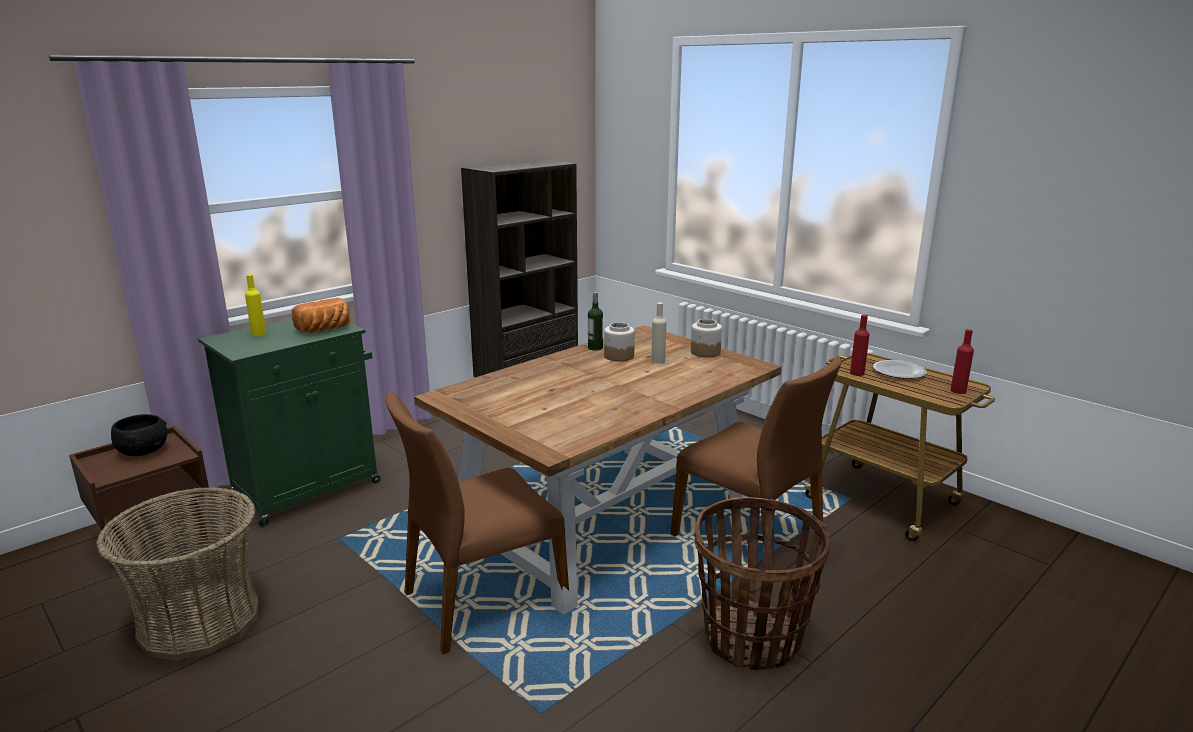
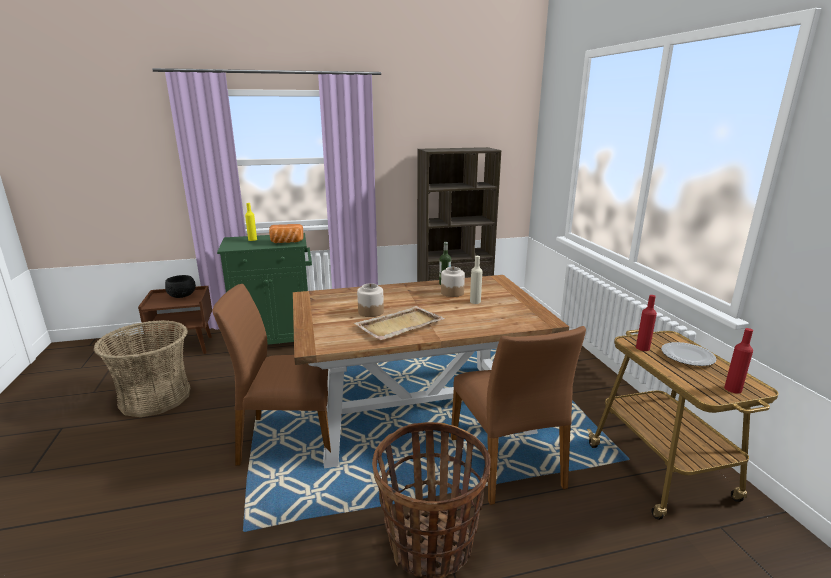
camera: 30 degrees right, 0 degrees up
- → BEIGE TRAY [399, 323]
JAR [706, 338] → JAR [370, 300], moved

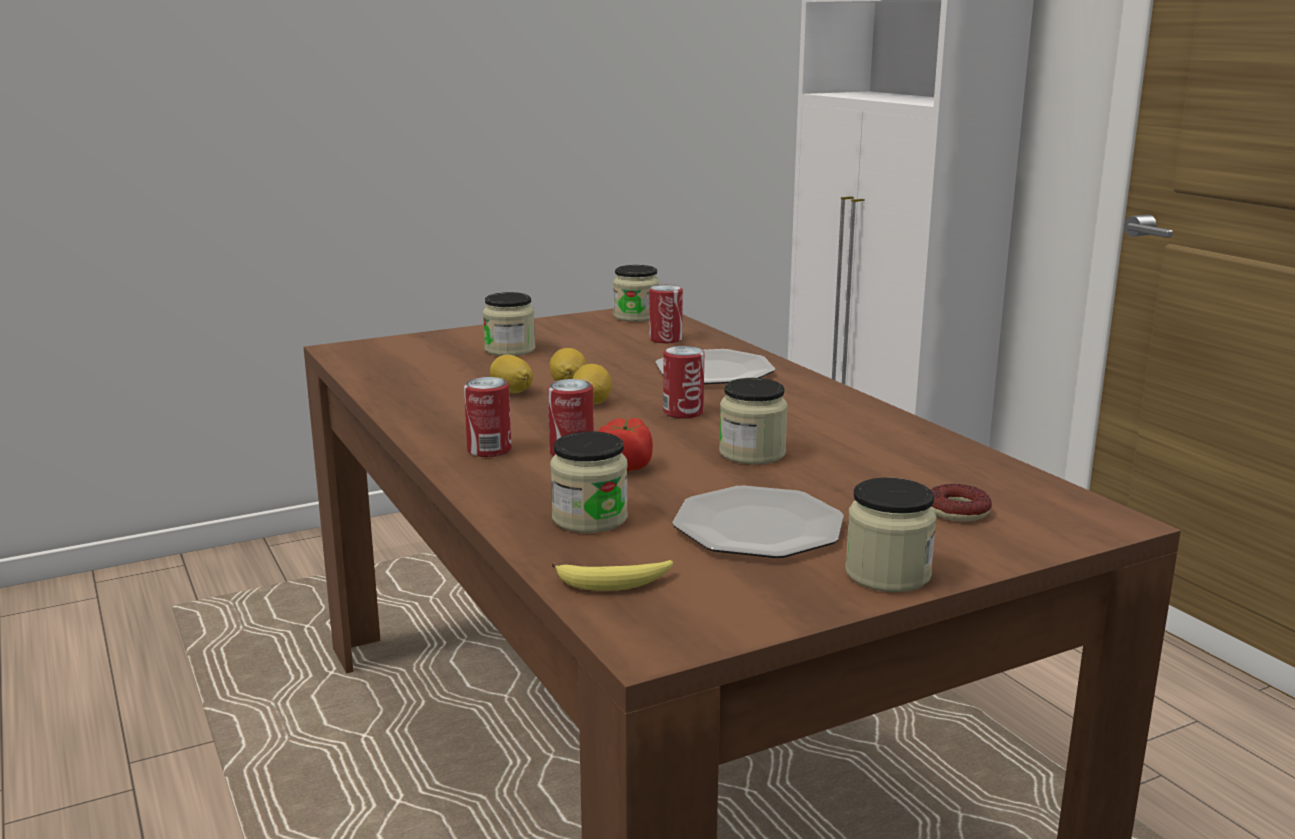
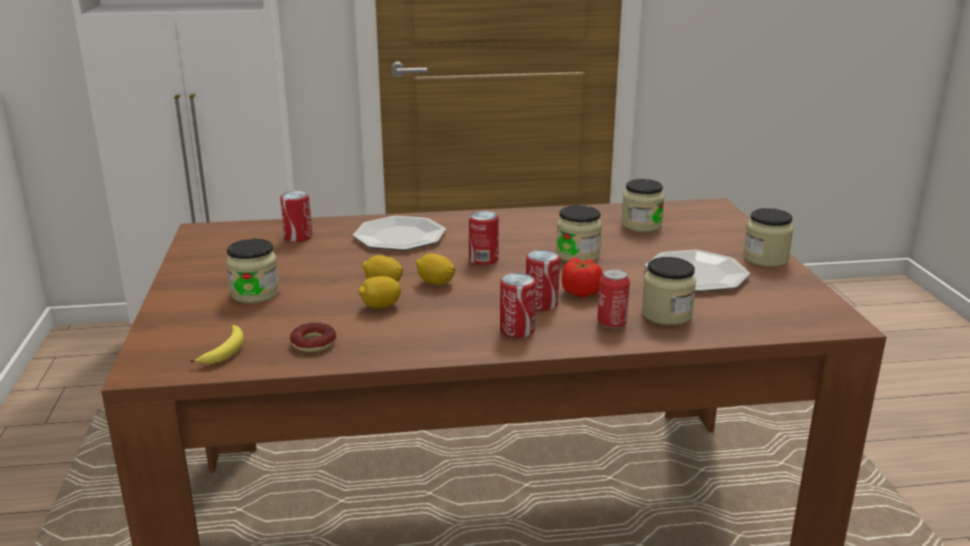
camera: 70 degrees left, 5 degrees up
BANANA [612, 575] → BANANA [217, 344], moved
DONUT [961, 503] → DONUT [313, 337], moved
- → CAN [613, 299]
JAR [636, 293] → JAR [642, 205], moved

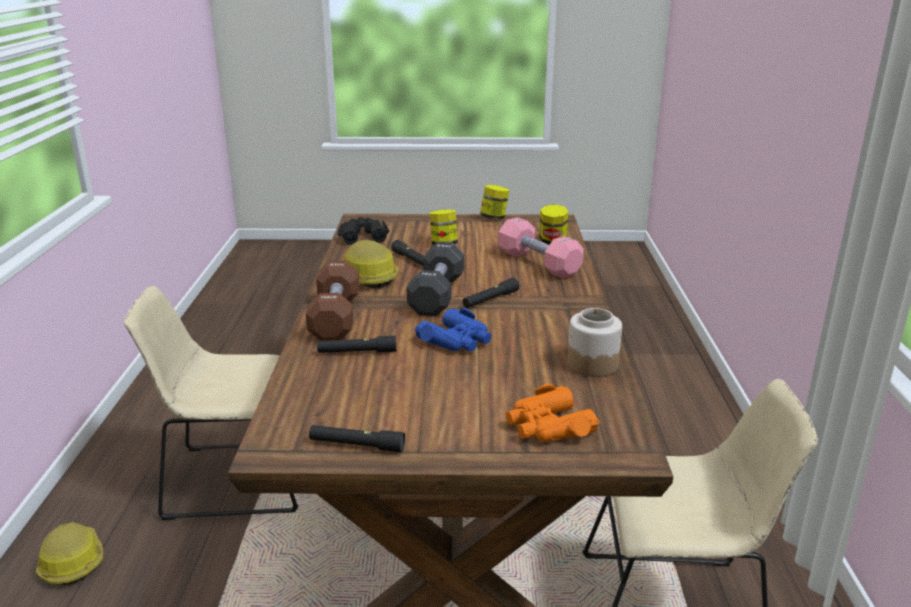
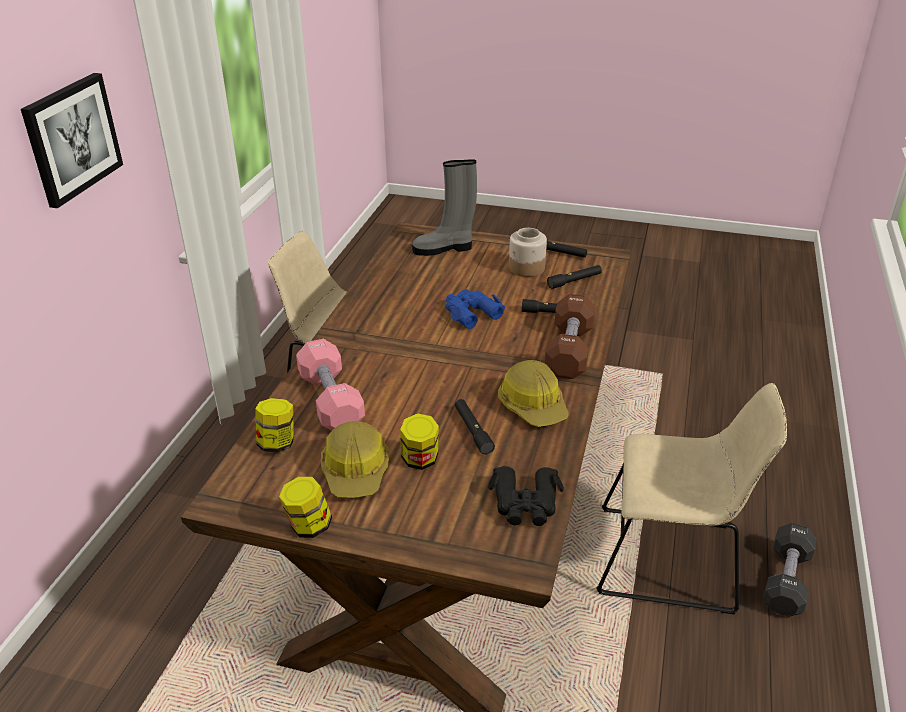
camera: 165 degrees left, 10 degrees up
- → PICTURE [72, 140]
HARD HAT [69, 553] → HARD HAT [355, 459], moved
ORANGE BINOCULARS [552, 413] → GREY BOOT [444, 207]
JAR [594, 342] → JAR [528, 252], moved
BLACK FLASHLIGHT [491, 293] → BLACK FLASHLIGHT [574, 277], moved
BLACK DUMBBELL [435, 279] → BLACK DUMBBELL [790, 570], moved

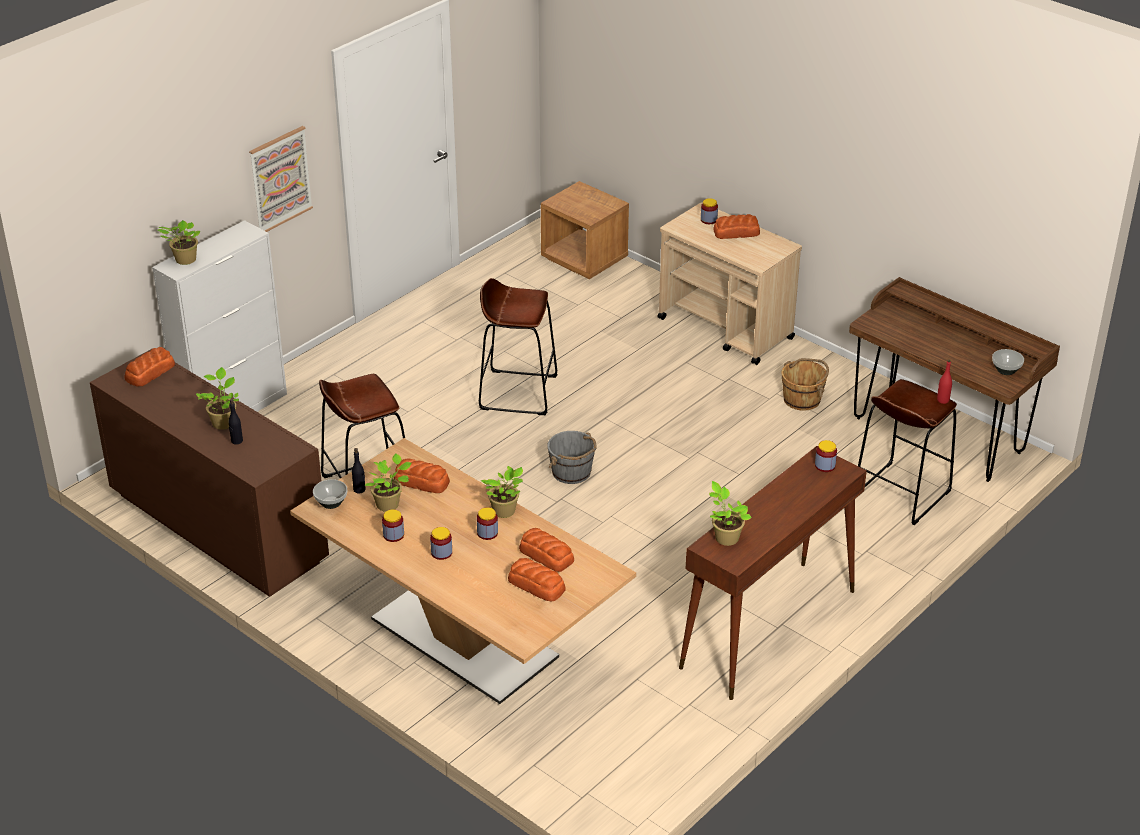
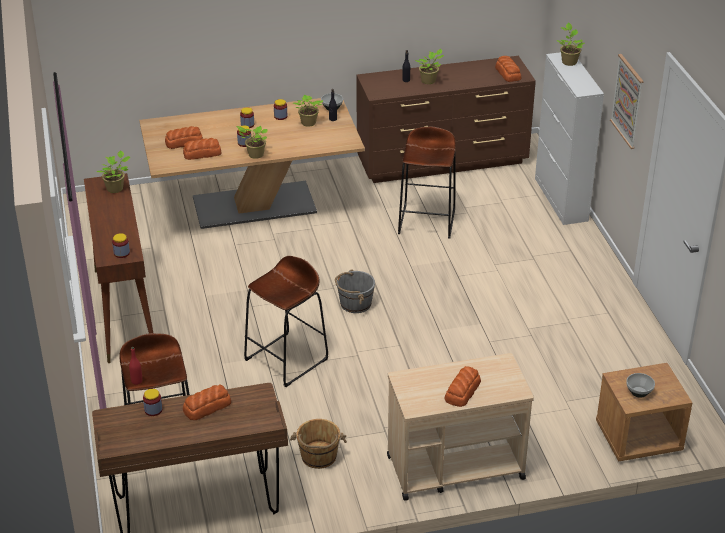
camera: 125 degrees right, 0 degrees up
JAR [709, 211] → JAR [152, 402], moved
BREAD [422, 476] → BREAD [207, 402], moved
BROWN STOOL [518, 346] → BROWN STOOL [286, 321], moved
BOWL [1008, 362] → BOWL [640, 385], moved

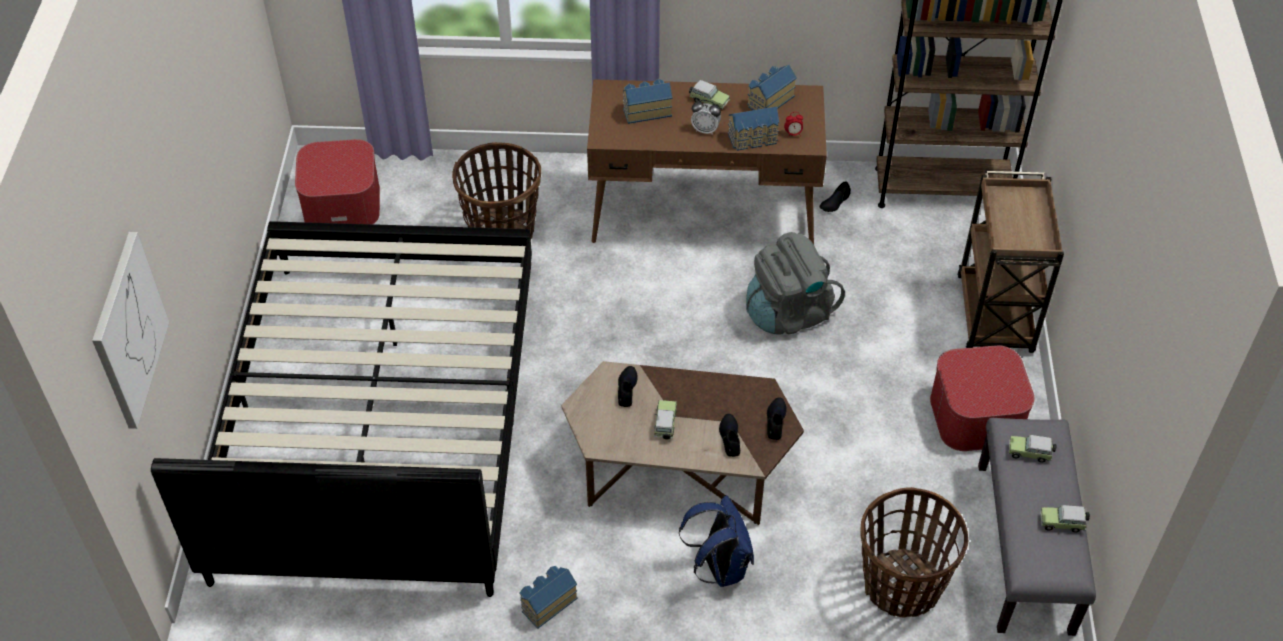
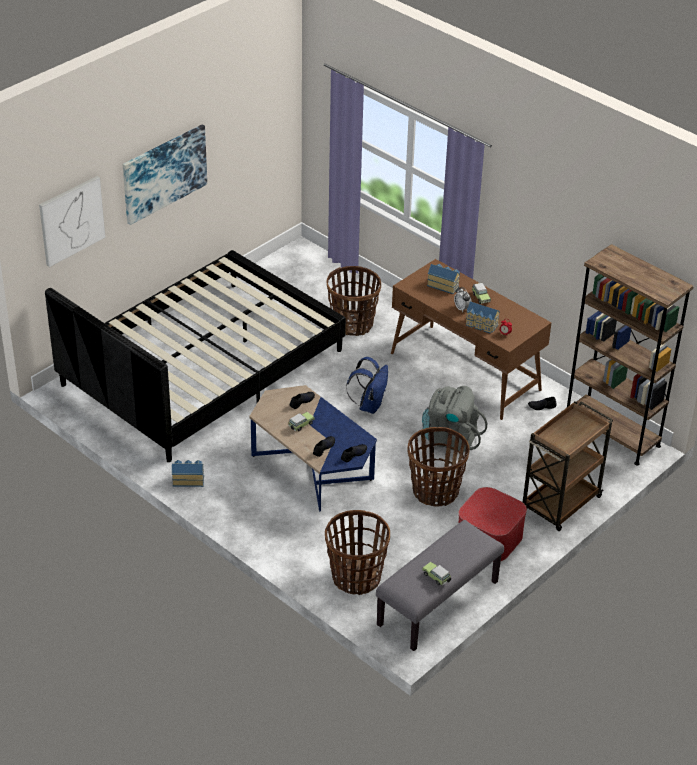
camera: 40 degrees right, 10 degrees down
- → PICTURE [165, 175]
BROWN COFFEE TABLE [682, 443] → BLUE COFFEE TABLE [313, 448]
BLUE BACKPACK [716, 541] → BLUE BACKPACK [367, 385], moved
- → BASKET [438, 466]
OTTOMAN [337, 181] → -
TOY HOUSE [772, 87] → -
TOY CAR [1033, 449] → -

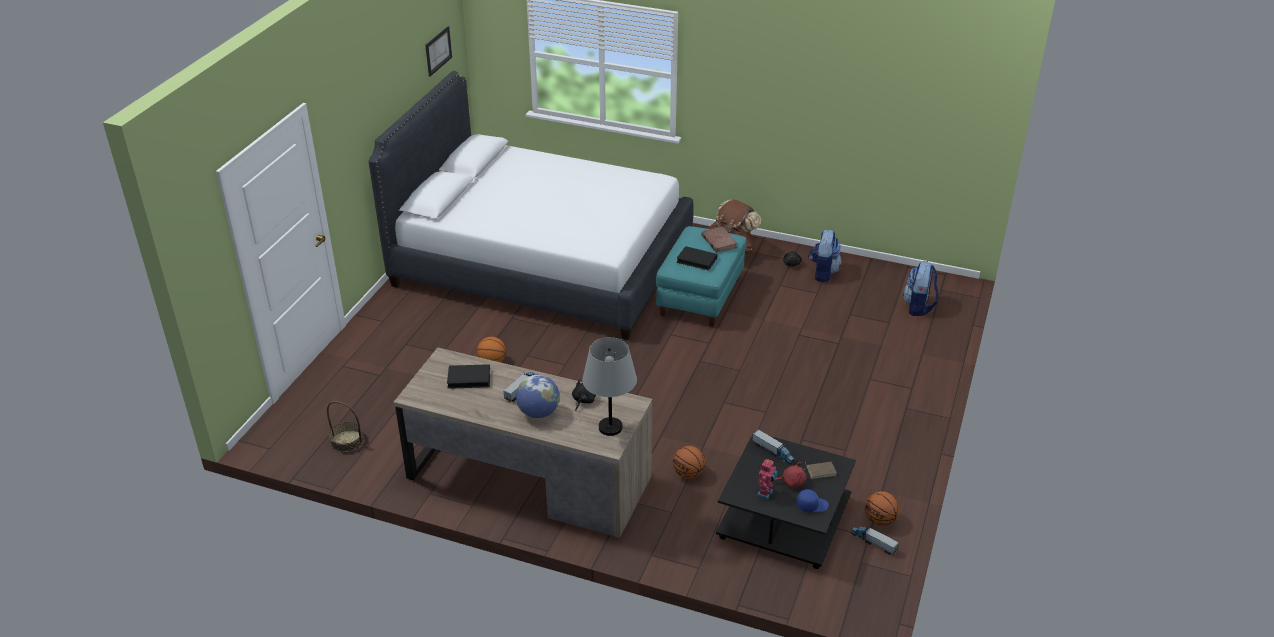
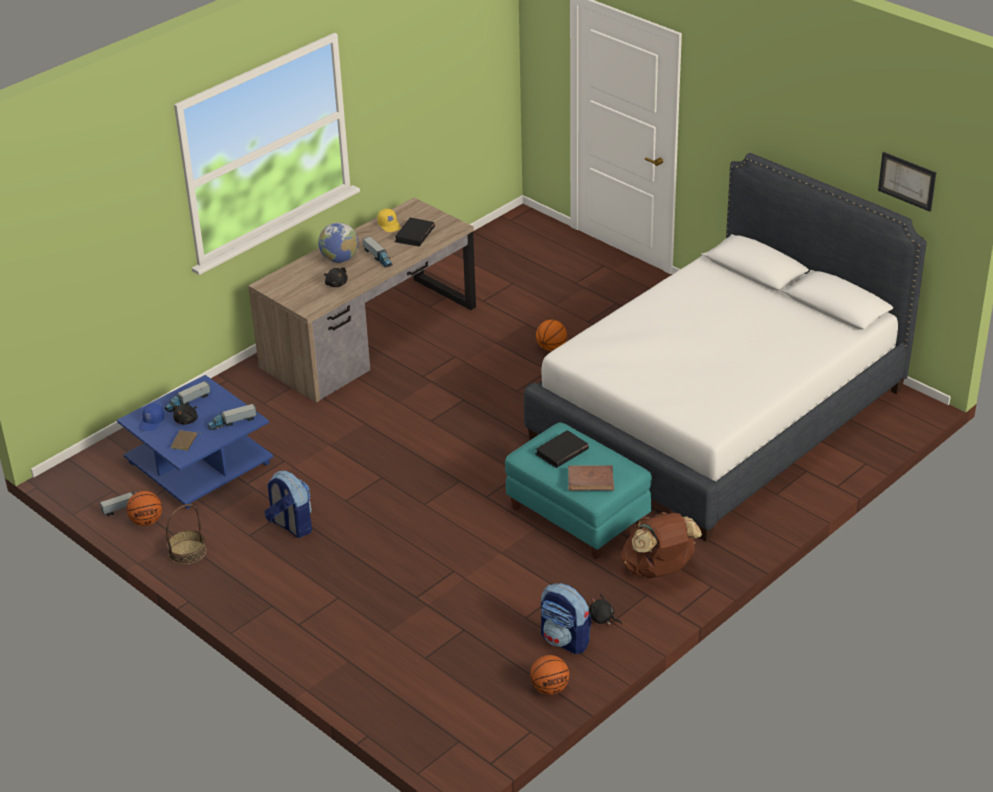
camera: 115 degrees right, 0 degrees up
BLACK COFFEE TABLE [786, 500] → BLUE COFFEE TABLE [195, 442]
TOY ROBOT [767, 479] → TOY TRUCK [188, 396]
BASKET [345, 427] → BASKET [186, 534], moved
RED PLUSH TOY [790, 475] → BLACK PLUSH TOY [185, 414]
BACKPACK [920, 288] → BACKPACK [288, 504], moved
- → YELLOW CAP [389, 220]
BASKETBALL [689, 462] → BASKETBALL [549, 675], moved
GREY TABLE LAMP [609, 386] → -

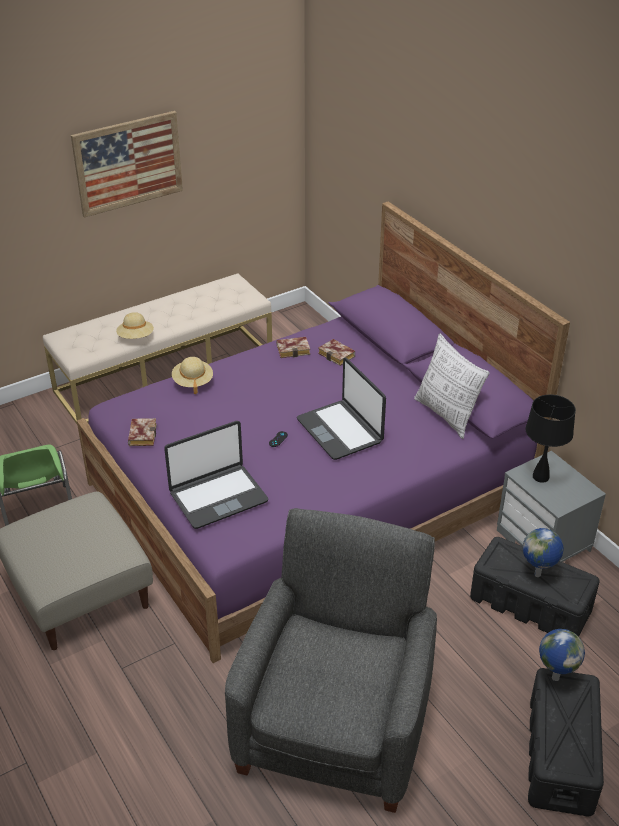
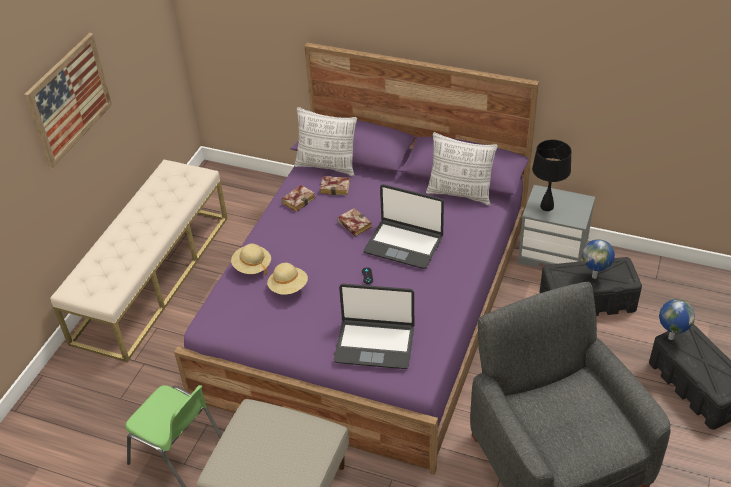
camera: 35 degrees left, 5 degrees up
BEIGE HAT [135, 325] → BEIGE HAT [287, 279], moved
- → PILLOW [325, 142]
LAPTOP [216, 475] → LAPTOP [374, 326], 75 degrees clockwise
BOOK [142, 432] → BOOK [355, 222], moved

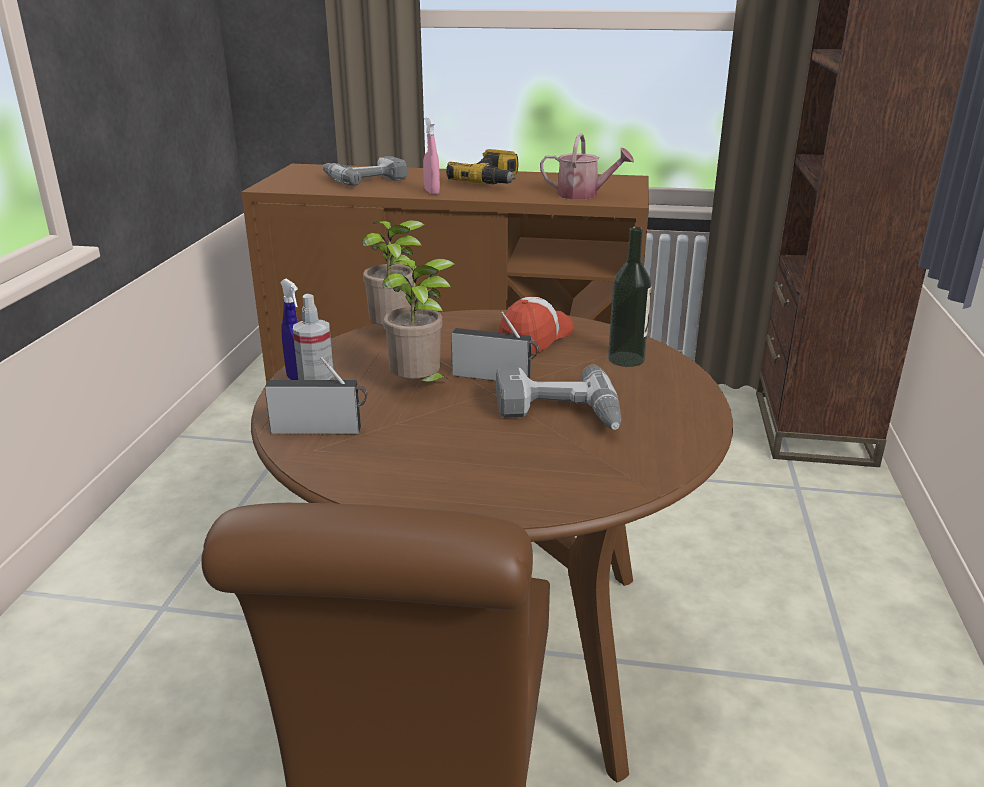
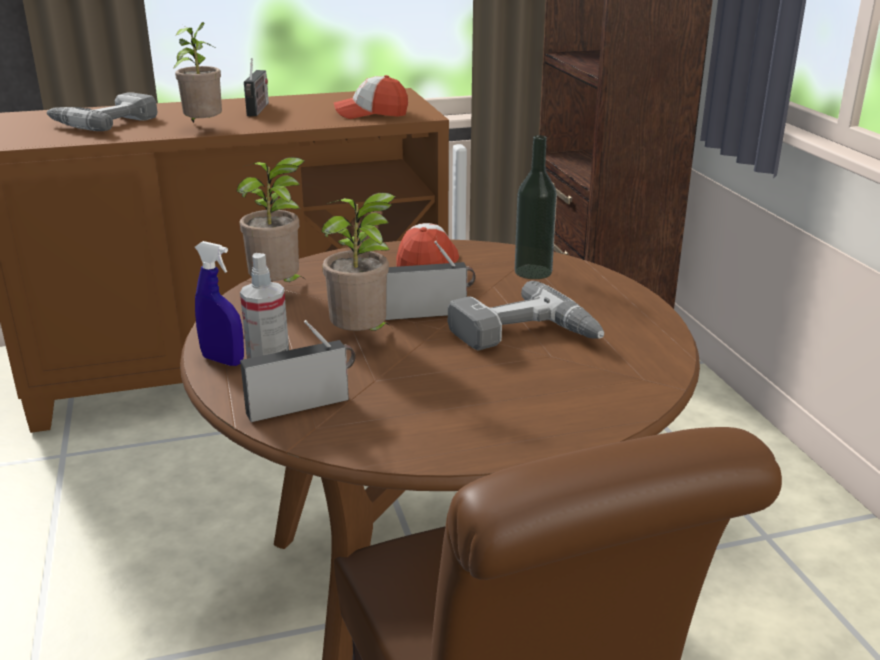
camera: 25 degrees left, 0 degrees up
PINK SPRAY BOTTLE [431, 156] → POTTED PLANT [197, 72]
POWER DRILL [482, 166] → RADIO [256, 87]
WATERING CAN [587, 166] → CAP [371, 97]

